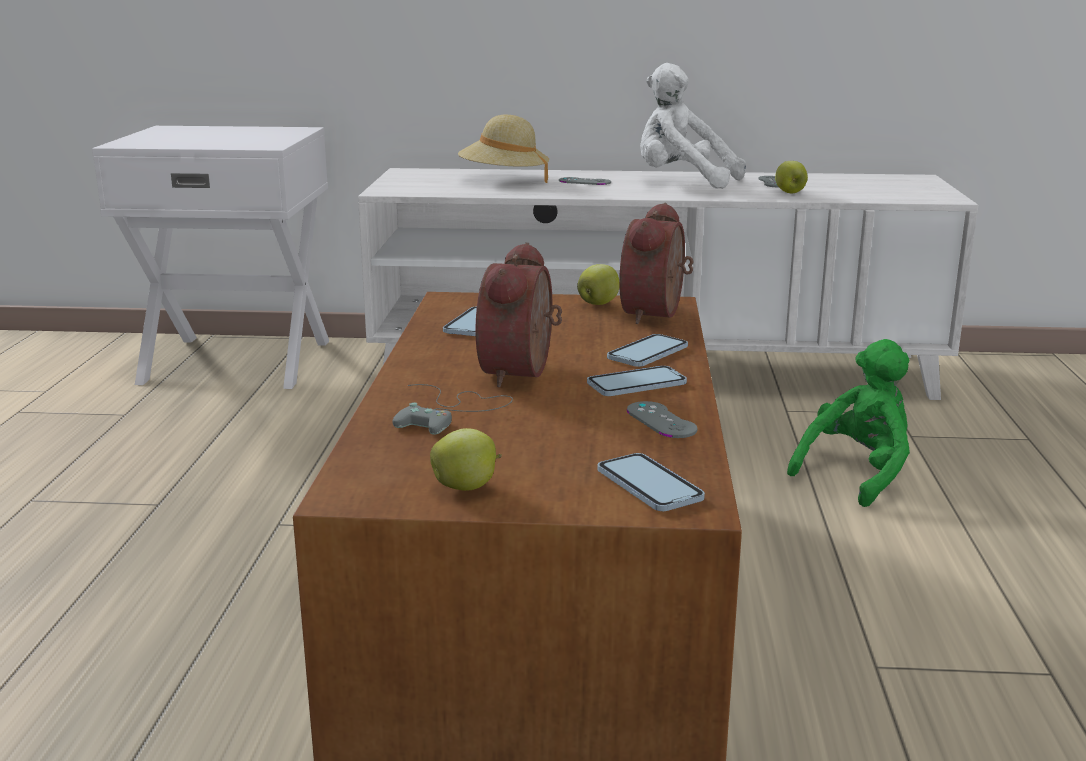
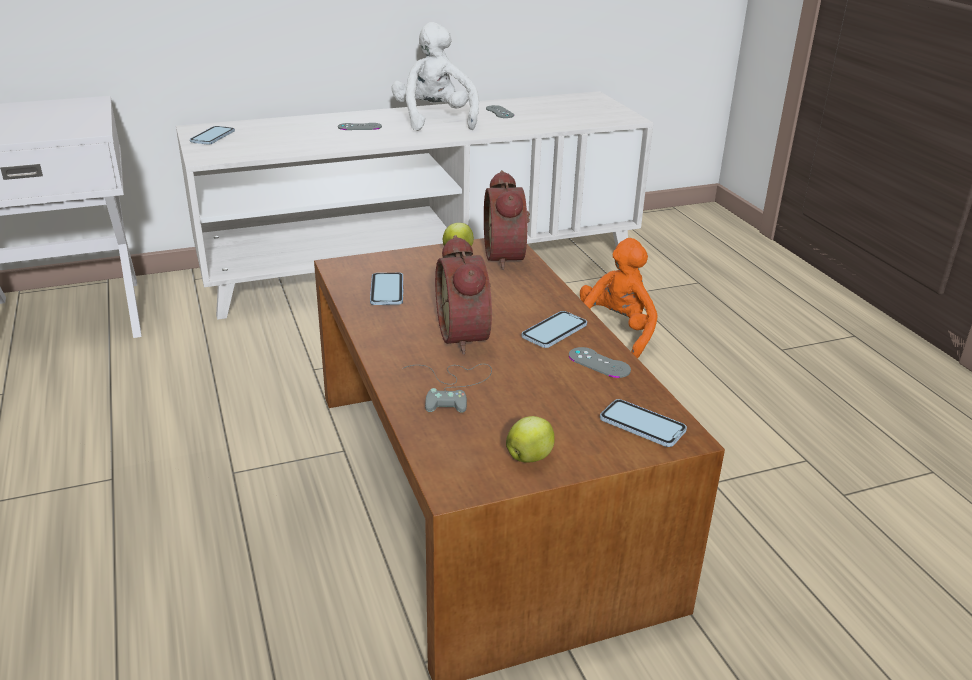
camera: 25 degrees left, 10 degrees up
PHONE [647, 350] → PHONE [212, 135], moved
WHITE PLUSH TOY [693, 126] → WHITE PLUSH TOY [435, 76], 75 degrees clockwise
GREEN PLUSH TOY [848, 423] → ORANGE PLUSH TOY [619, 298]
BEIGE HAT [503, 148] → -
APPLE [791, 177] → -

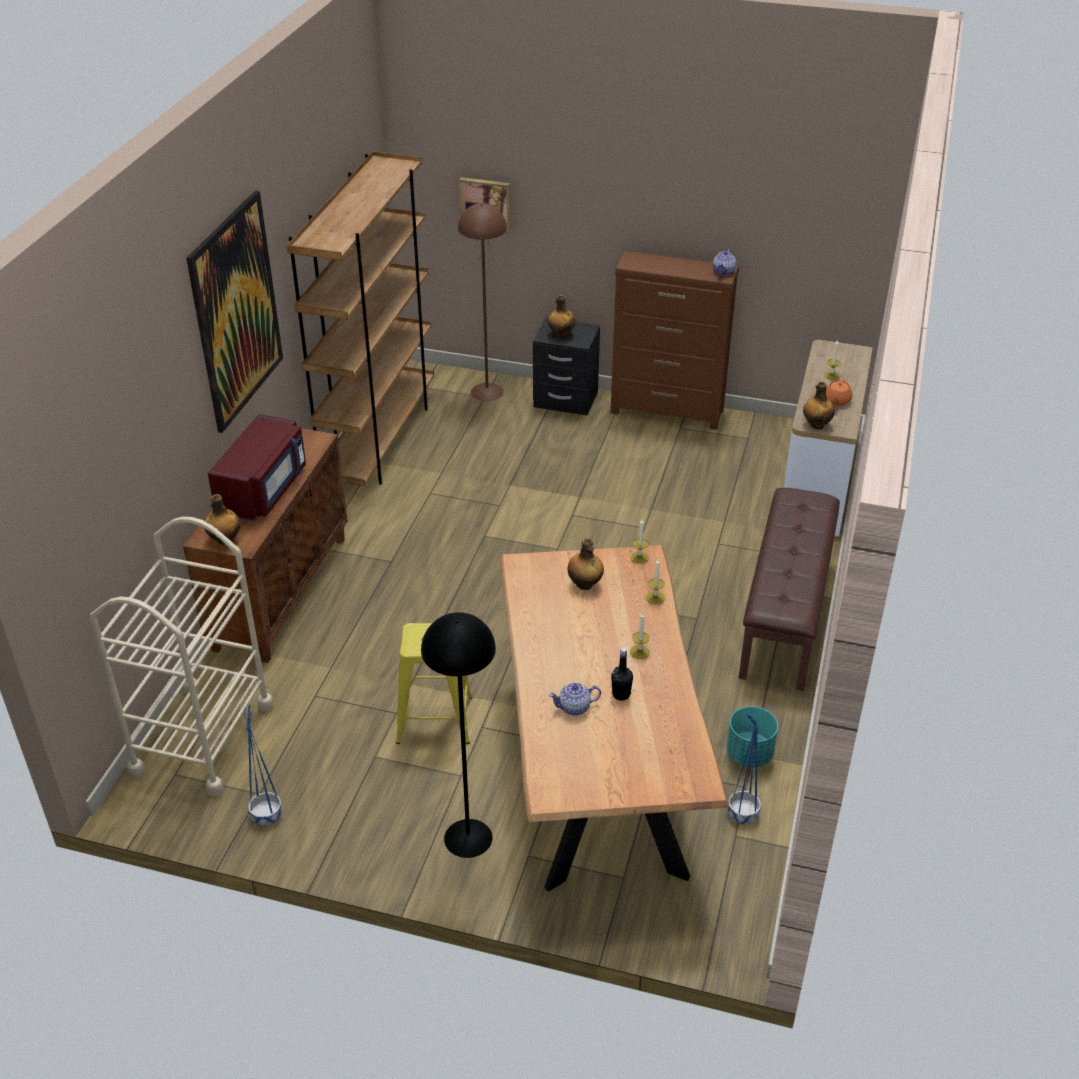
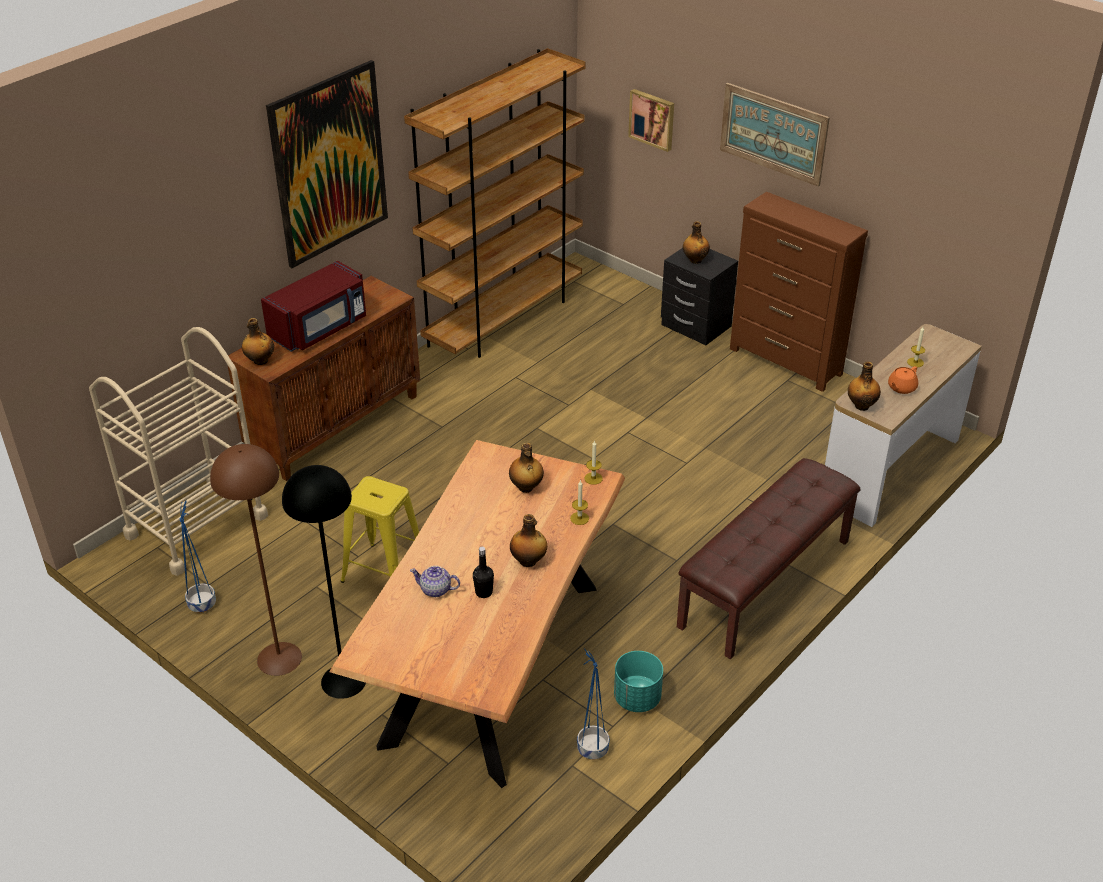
camera: 25 degrees right, 0 degrees up
BROWN FLOOR LAMP [482, 302] → BROWN FLOOR LAMP [256, 560], moved
CANDLE [640, 635] → BOTTLE [528, 540]
- → PICTURE [775, 135]
TEAPOT [724, 262] → -

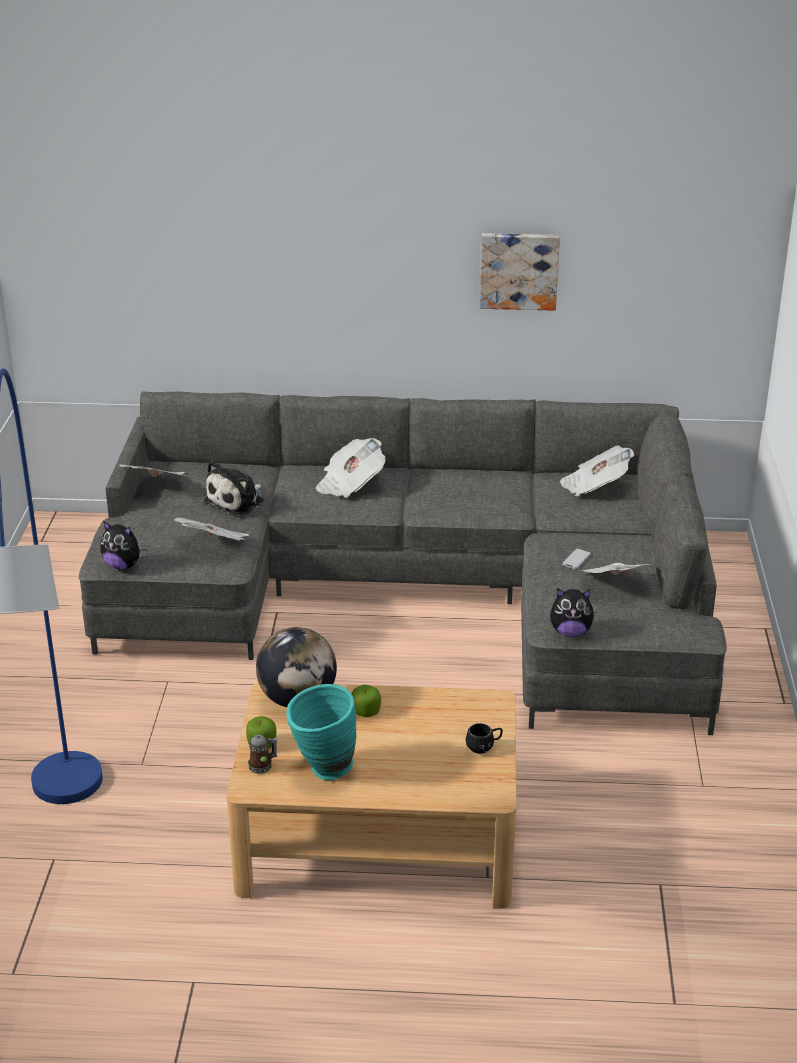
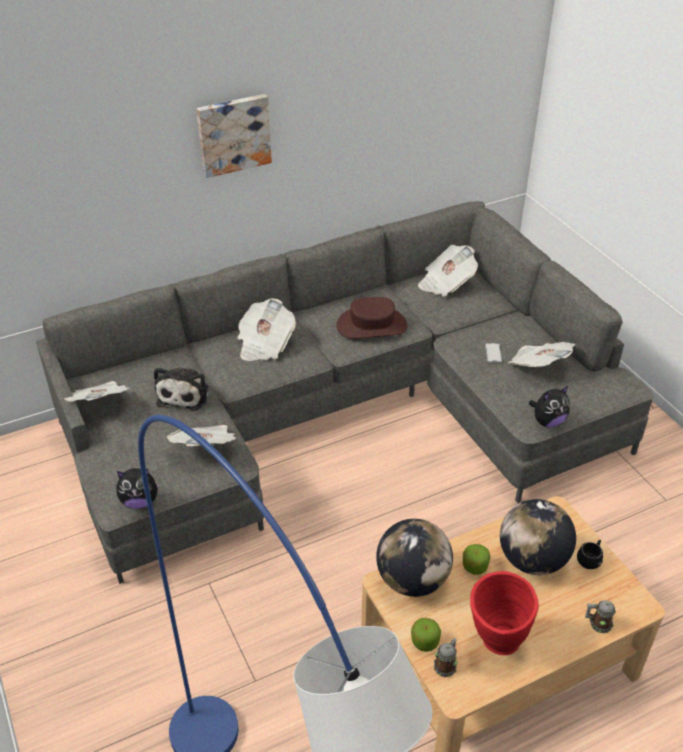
camera: 30 degrees left, 10 degrees up
PICTURE [520, 272] → PICTURE [234, 136], moved
- → BROWN HAT [371, 318]
TURQUOISE VASE [321, 732] → RED VASE [504, 613]
- → GLOBE [538, 537]
- → MUG [600, 616]

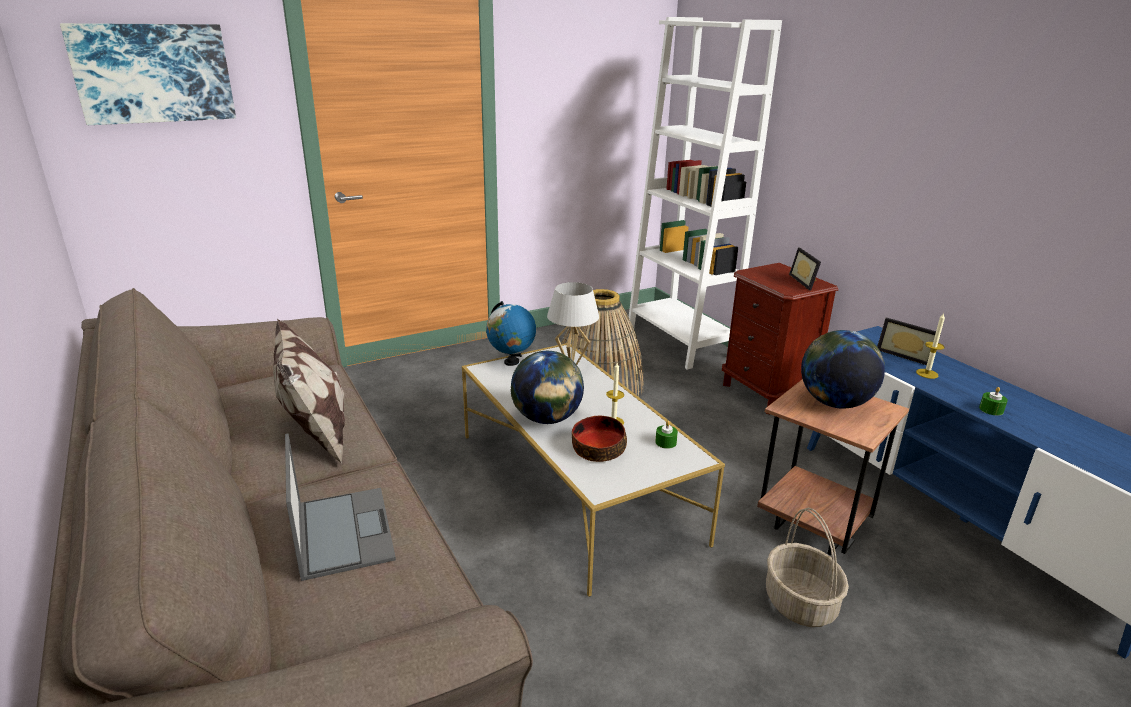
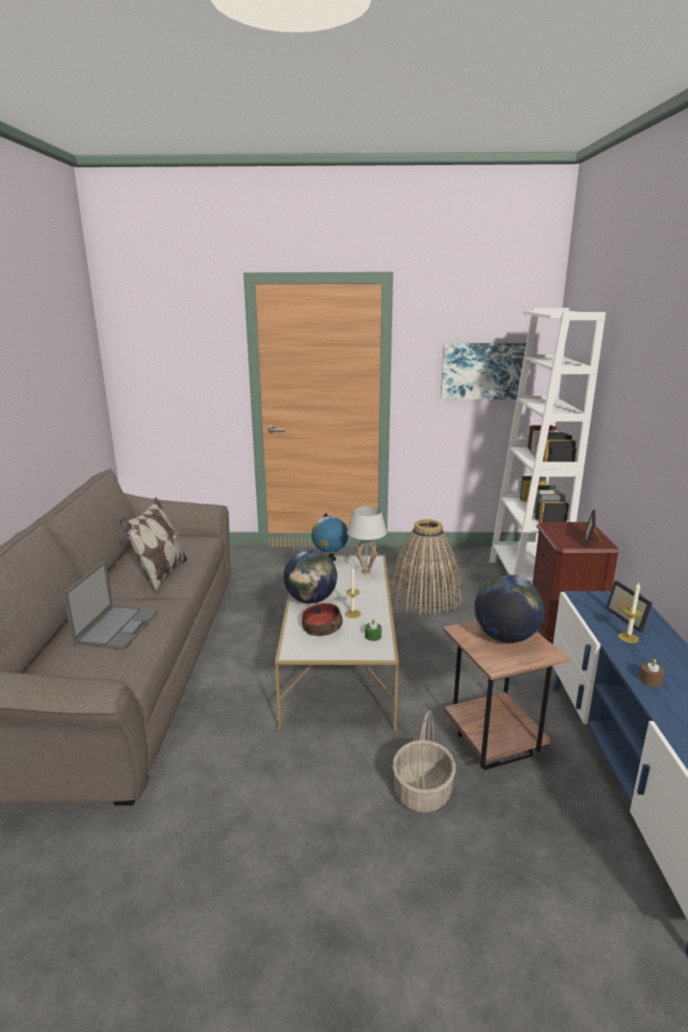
camera: 30 degrees right, 5 degrees down
PICTURE [148, 74] → PICTURE [483, 371], moved
GREEN CANDLE [993, 401] → BROWN CANDLE [652, 673]

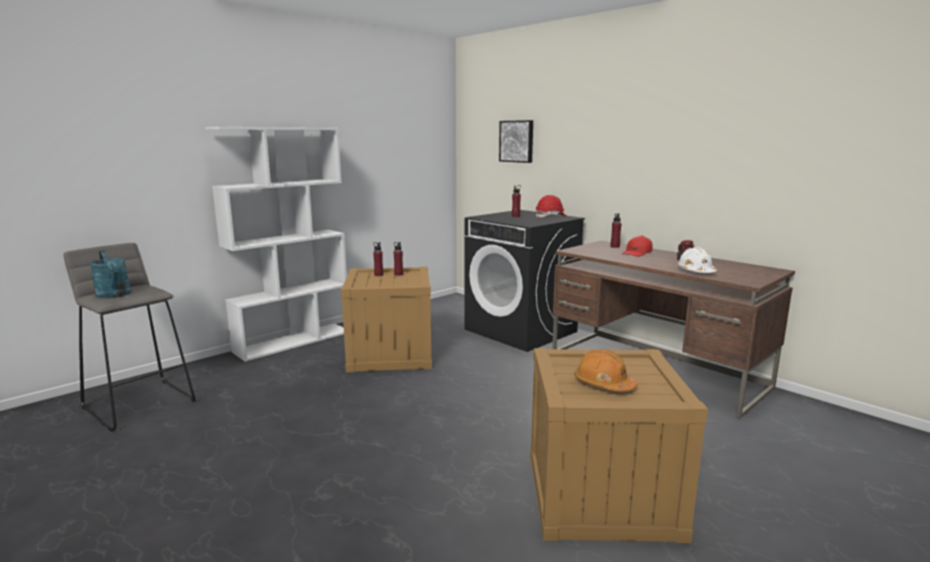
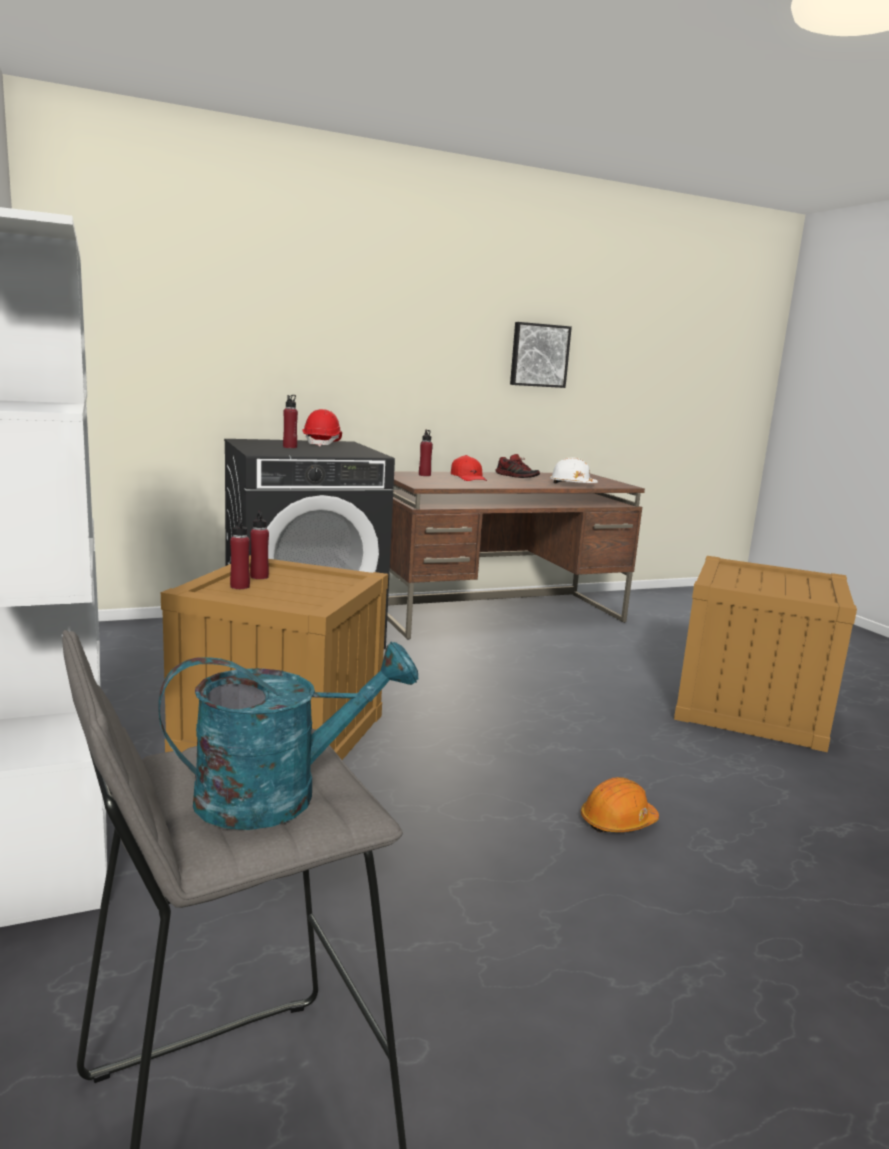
camera: 70 degrees left, 0 degrees up
PICTURE [516, 141] → PICTURE [541, 355], moved
ORANGE HARD HAT [605, 370] → ORANGE HARD HAT [620, 805], moved

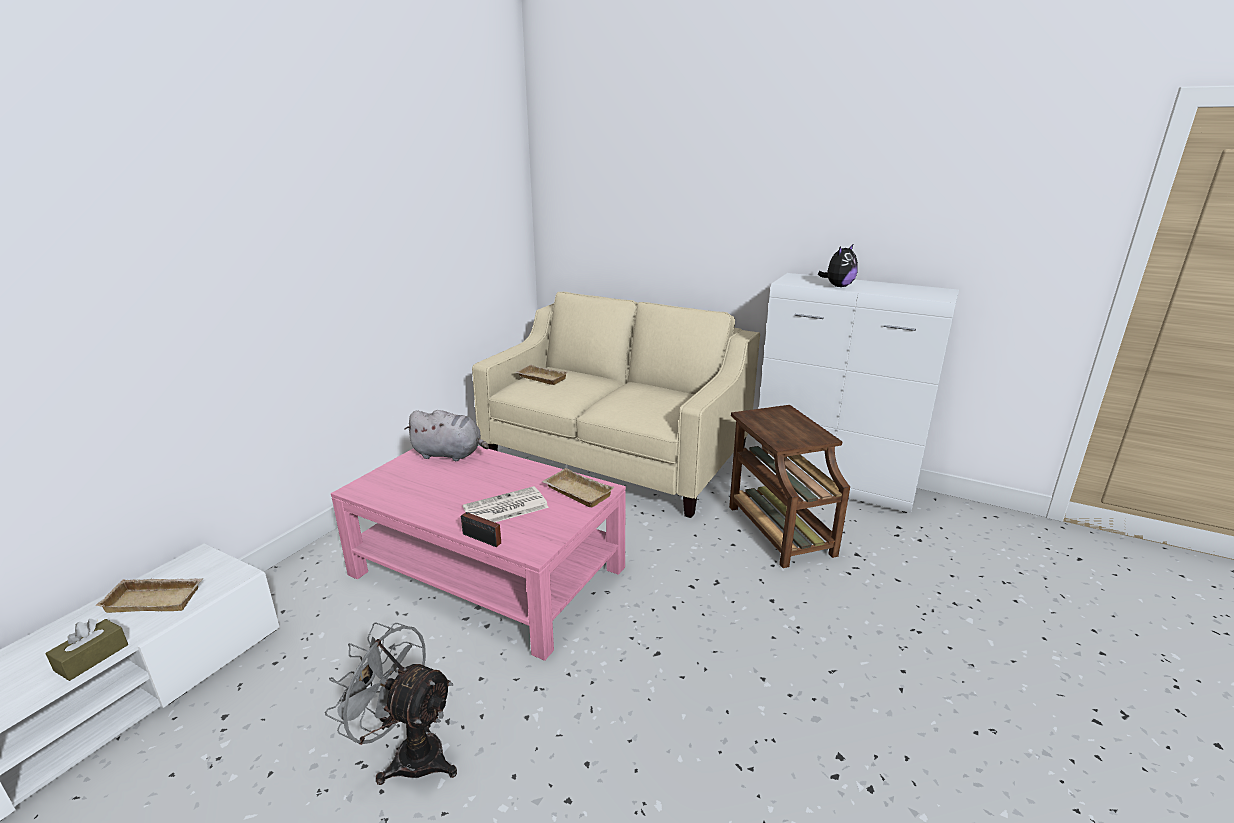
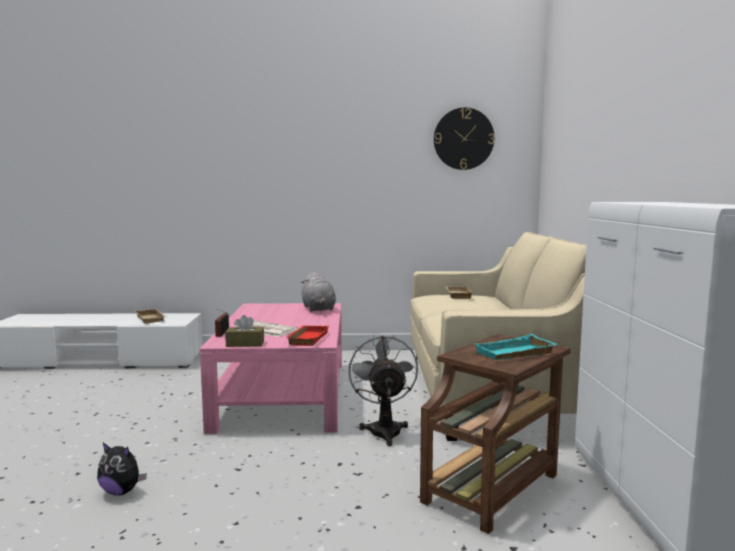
camera: 60 degrees right, 15 degrees down
PLUSH TOY [838, 265] → PLUSH TOY [122, 469], moved
BROWN TISSUE BOX [86, 650] → BROWN TISSUE BOX [244, 331], moved
BEIGE TRAY [578, 487] → RED TRAY [307, 335]
GREY FAN [391, 703] → GREY FAN [383, 390], moved
- → WALL CLOCK [464, 138]
- → TURQUOISE TRAY [515, 347]

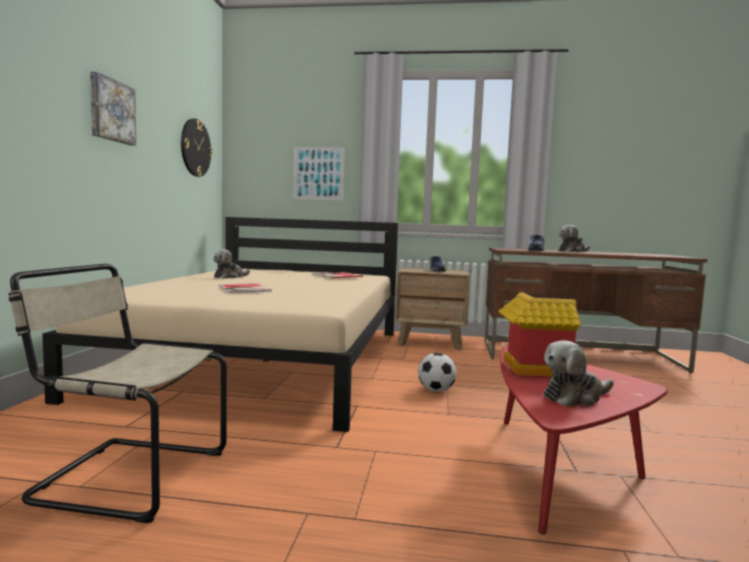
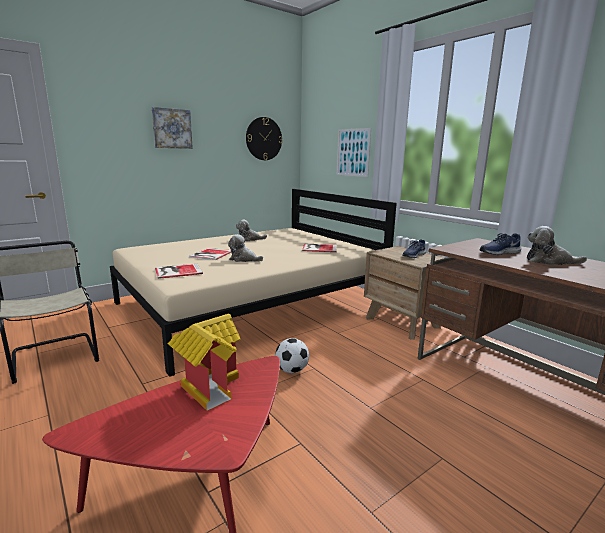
camera: 45 degrees right, 10 degrees up
- → BOOK [179, 271]
PLUSH TOY [578, 373] → PLUSH TOY [245, 248], moved

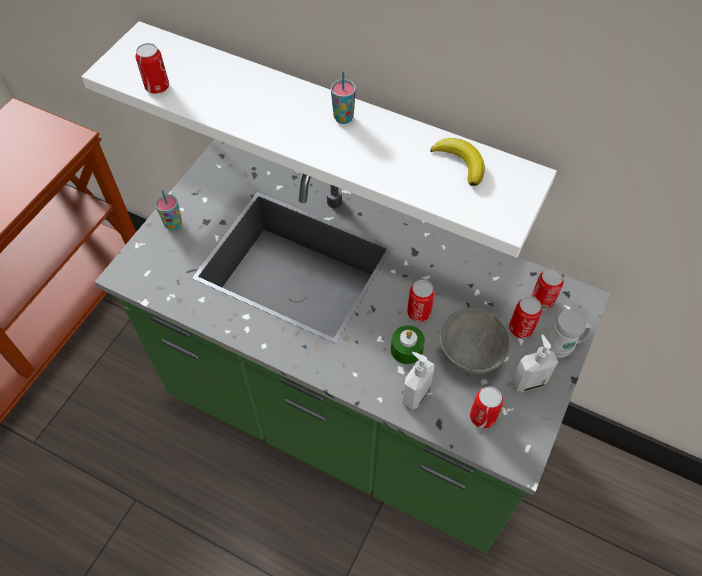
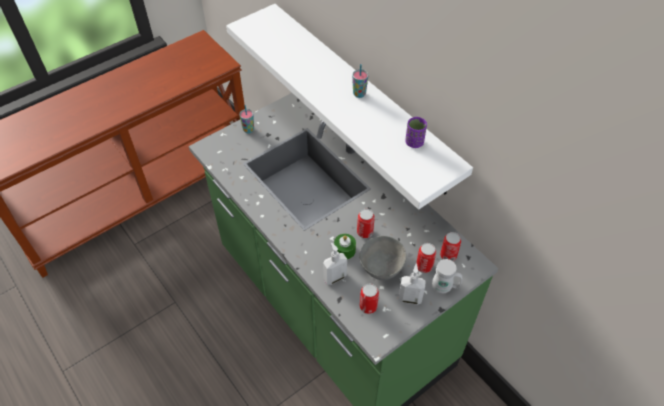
camera: 25 degrees right, 5 degrees down
BANANA [457, 162] → PURPLE CUP [416, 132]
CAN [152, 68] → -

